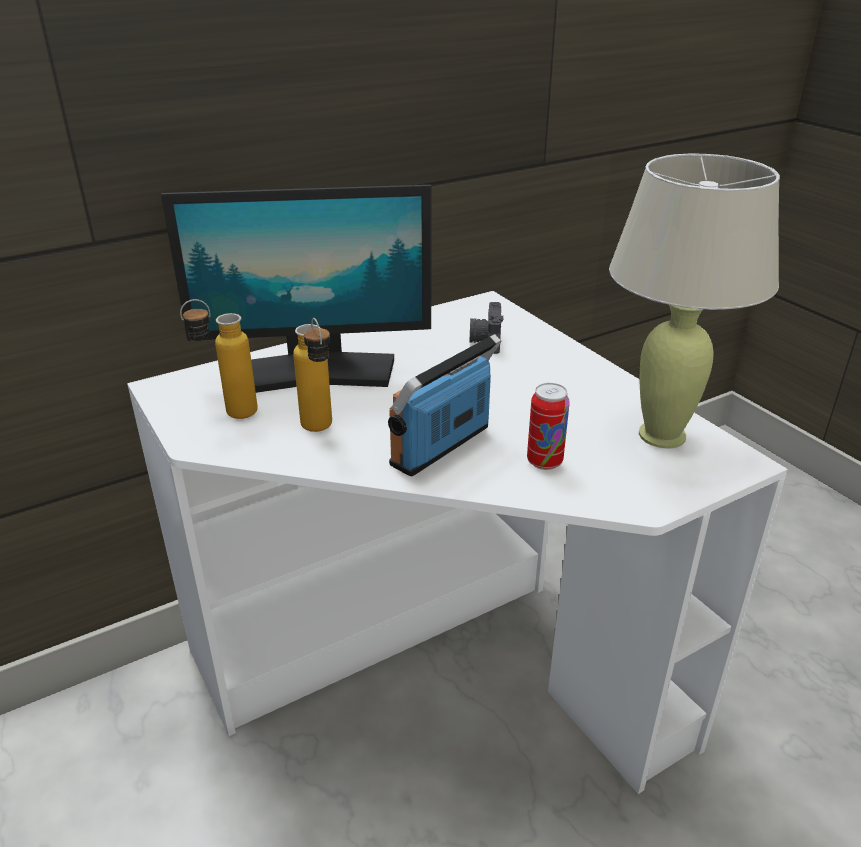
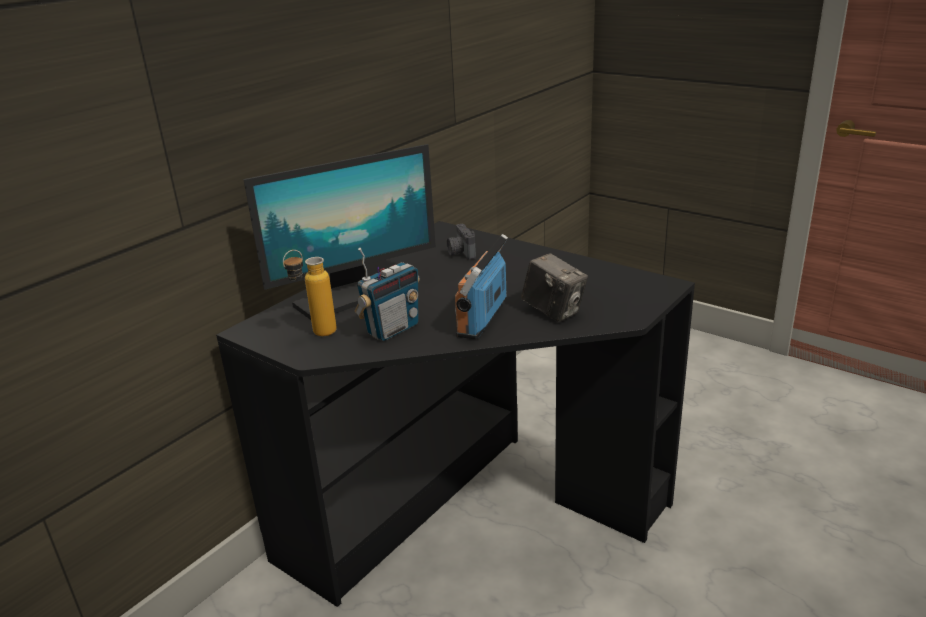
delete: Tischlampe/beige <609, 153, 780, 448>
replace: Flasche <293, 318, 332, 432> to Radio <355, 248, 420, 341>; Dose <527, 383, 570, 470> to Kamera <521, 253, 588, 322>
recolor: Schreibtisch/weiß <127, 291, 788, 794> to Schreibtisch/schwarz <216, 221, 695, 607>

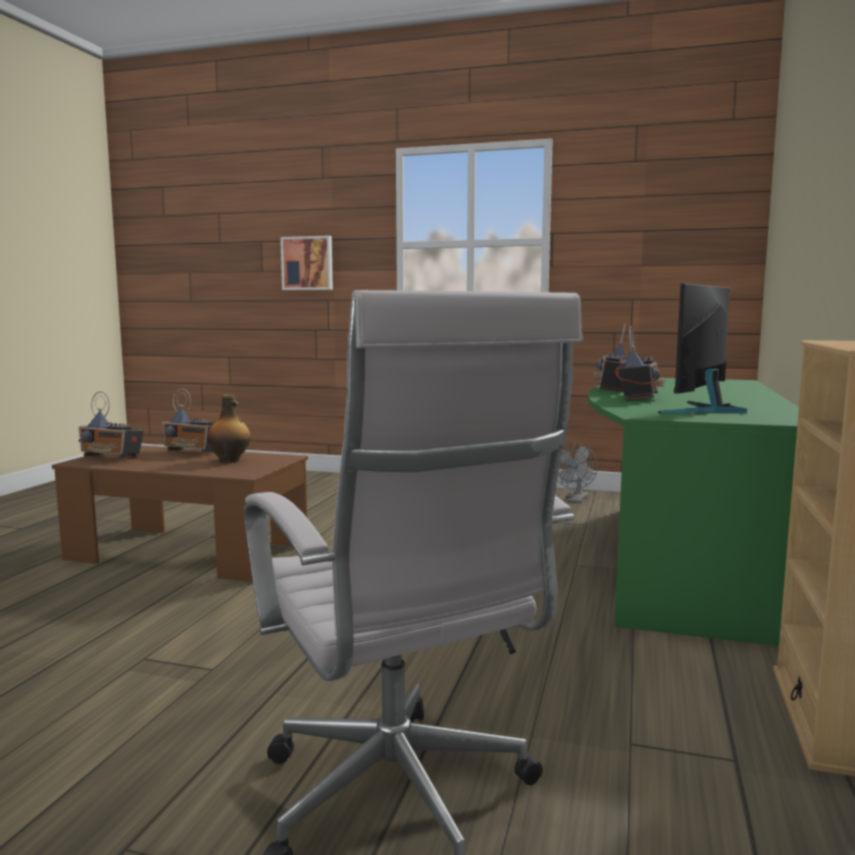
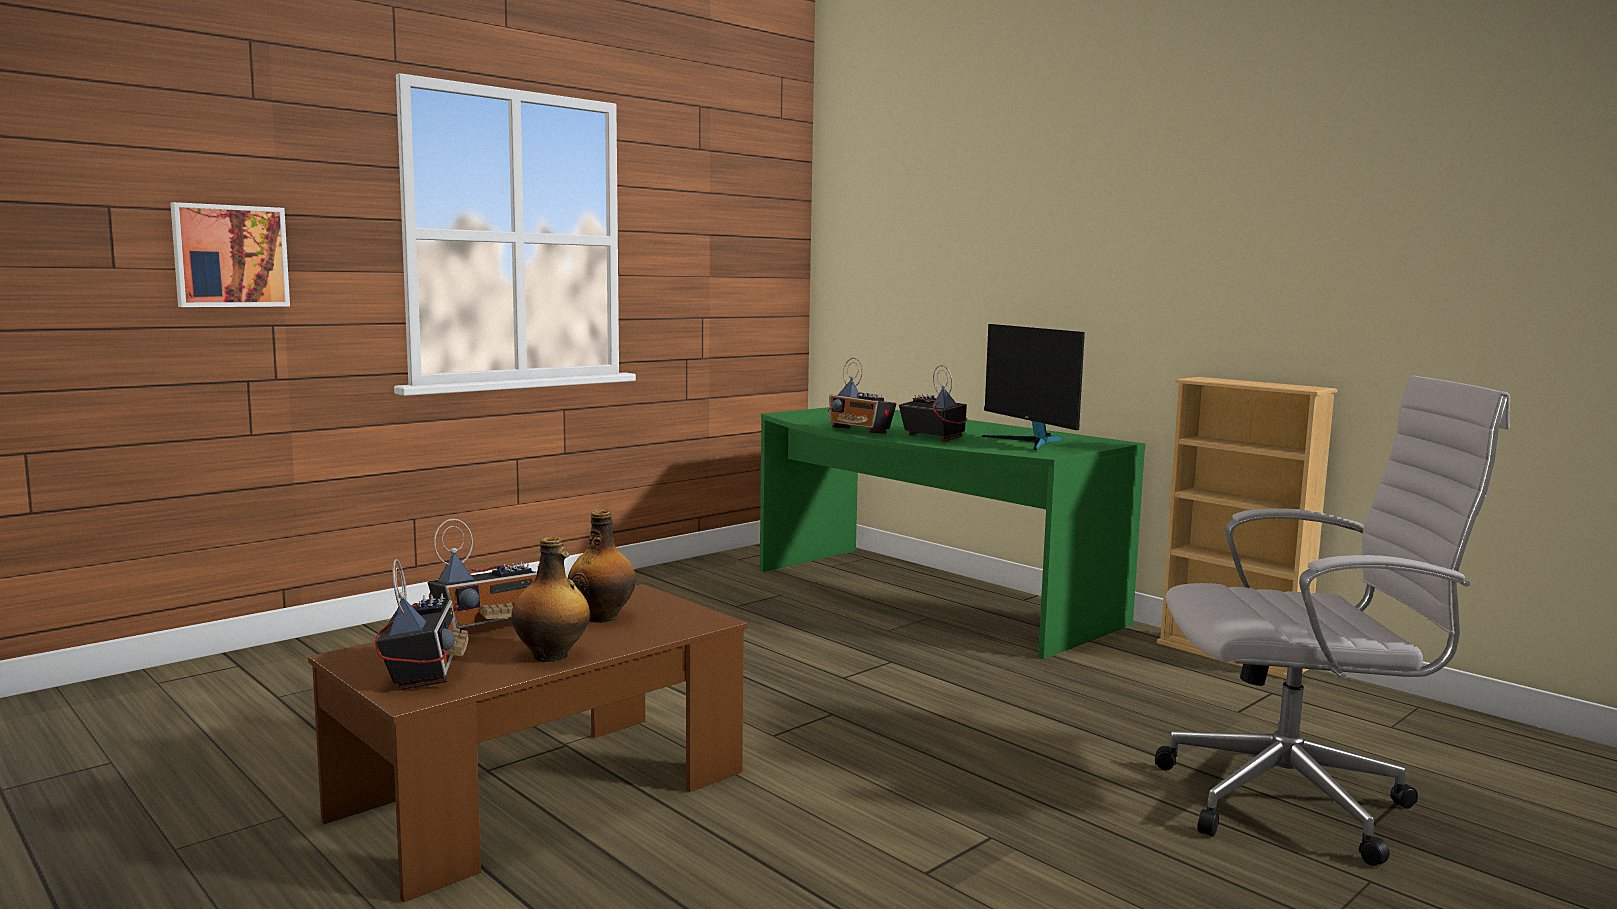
delete: Ventilator/grau <557, 442, 597, 503>
insert: Flasche <511, 536, 590, 662>
rotate: Radio <79, 392, 144, 459> = <375, 559, 469, 690> 60 degrees counterclockwise

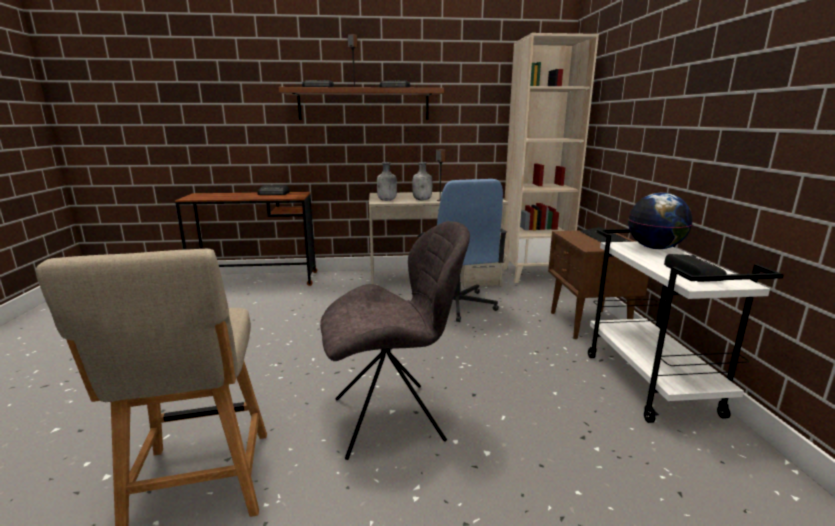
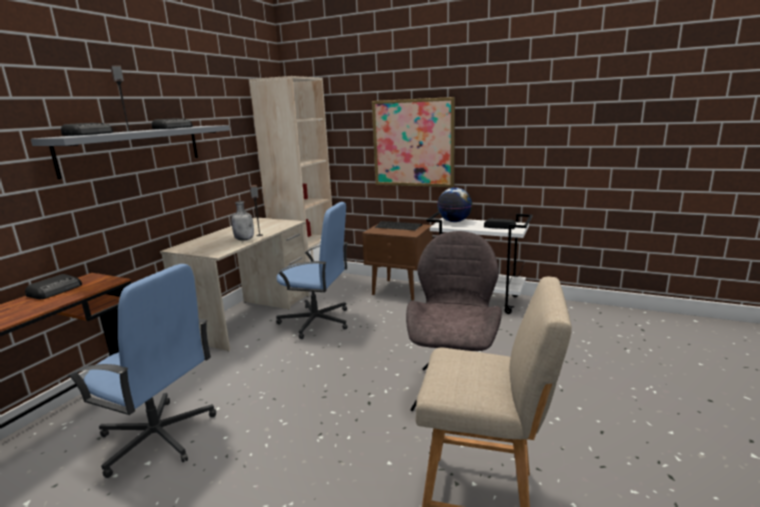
delete: Flasche/grau <377, 162, 397, 201>
insert: Bürostuhl/blau <67, 264, 216, 478>; Bild <372, 97, 455, 187>
recolor: Wandregal/braun <279, 87, 444, 120> to Wandregal/grau <31, 125, 230, 179>

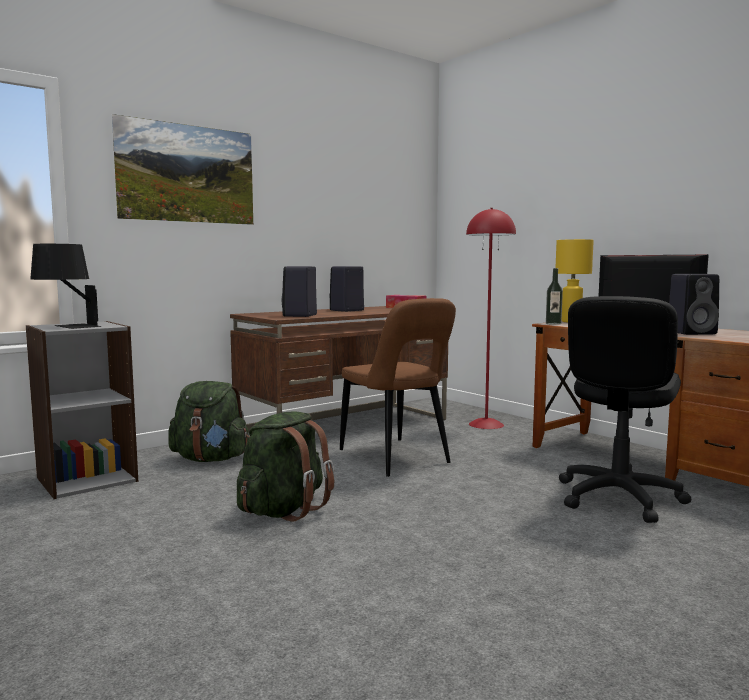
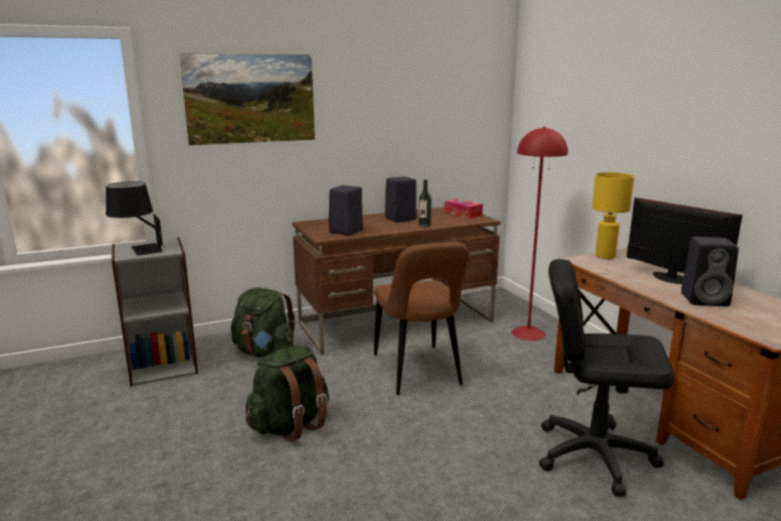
move: Flasche <546, 268, 563, 325> to <418, 180, 432, 228>
rotate: Bürostuhl/schwarz <559, 296, 692, 523> = <539, 259, 674, 497> 60 degrees clockwise

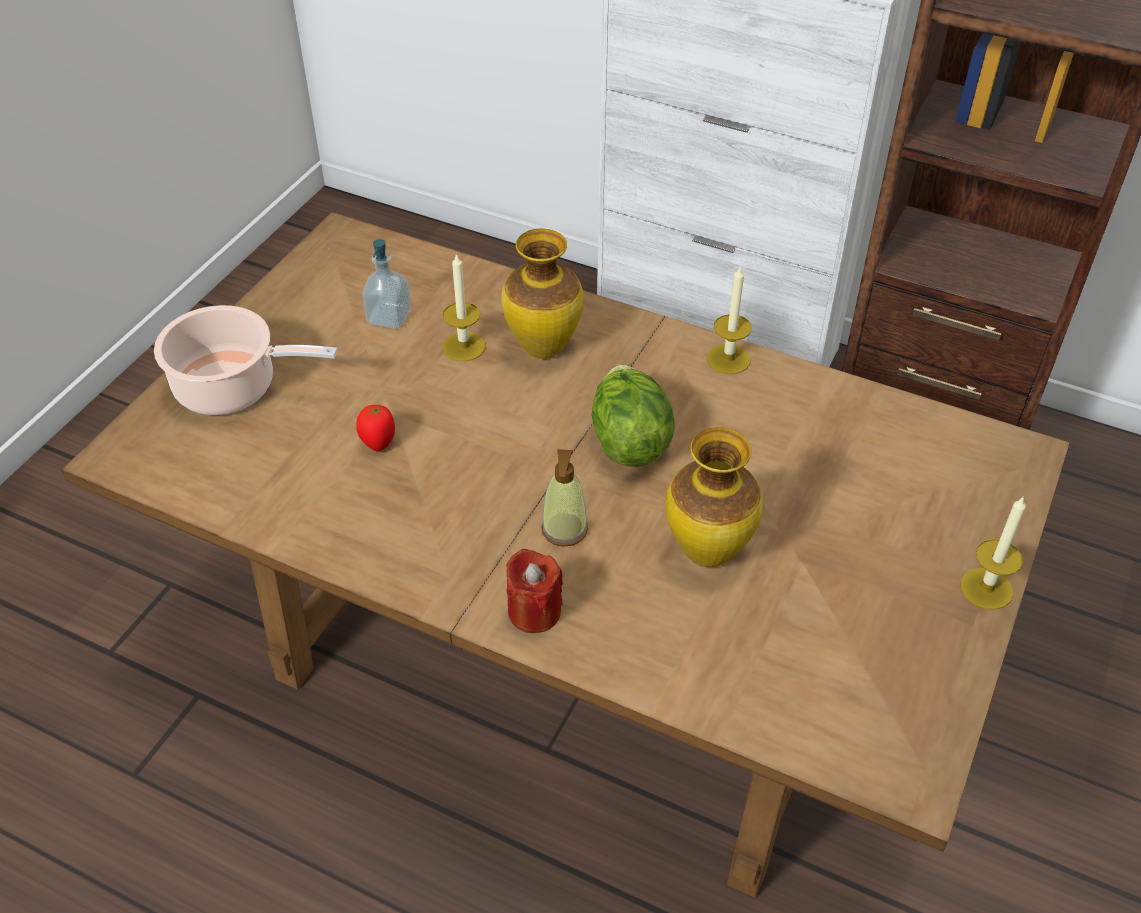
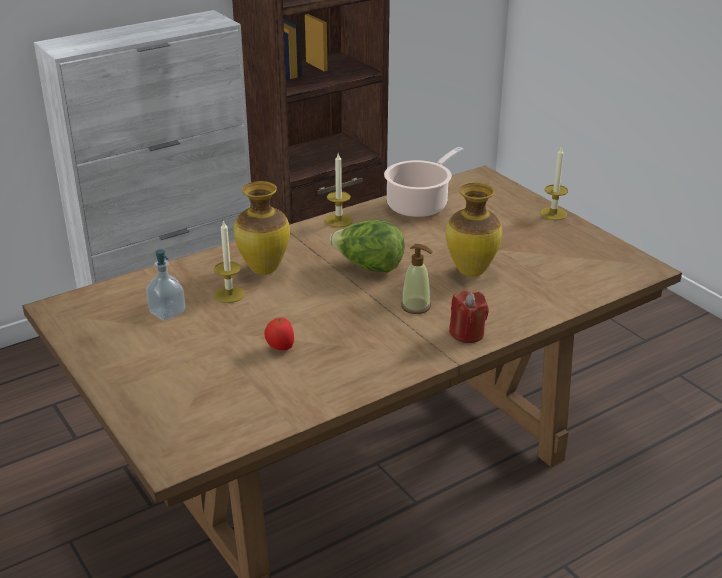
move: Kochtopf <154, 305, 338, 415> to <384, 147, 463, 217>

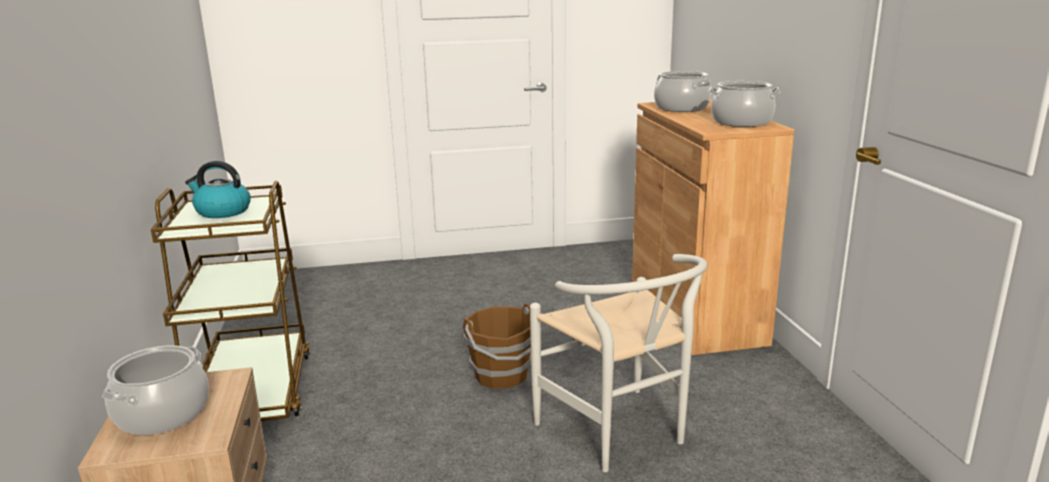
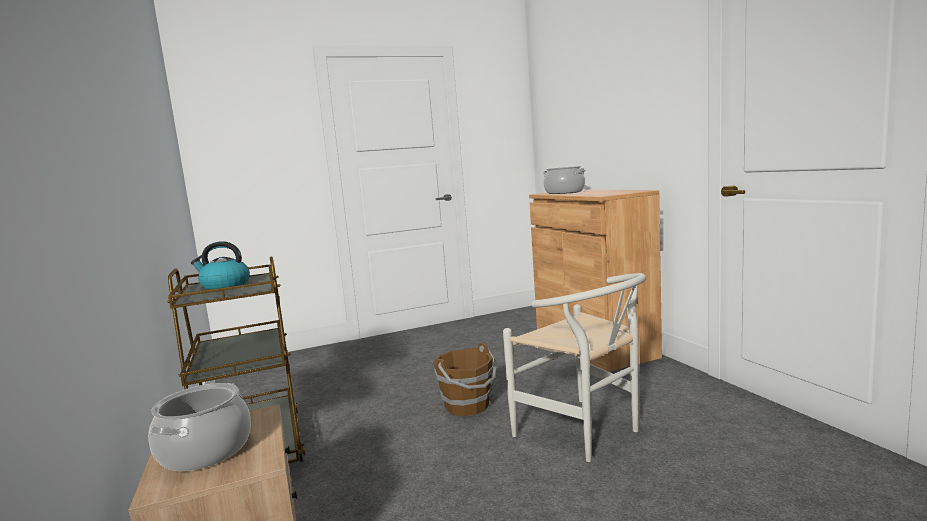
delete: Kochtopf <709, 81, 780, 127>

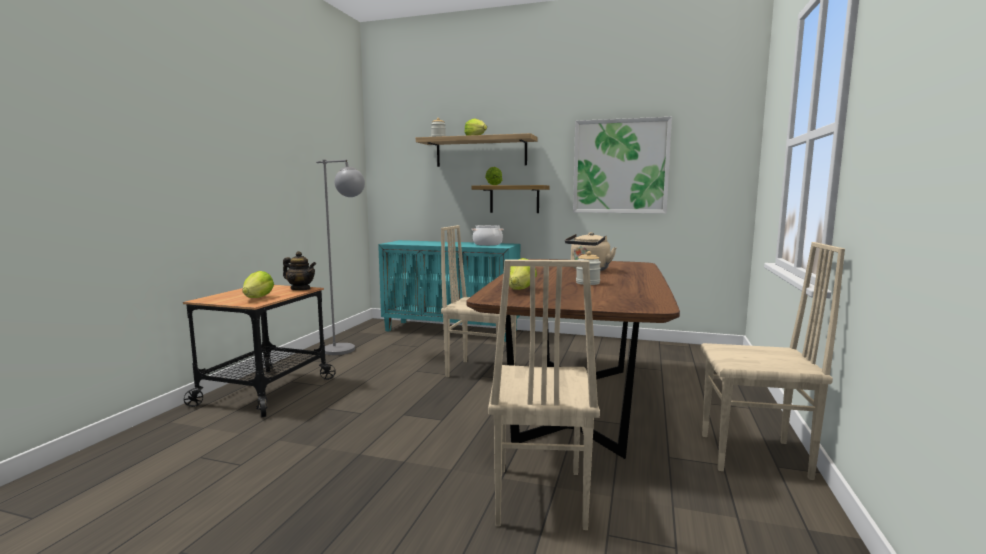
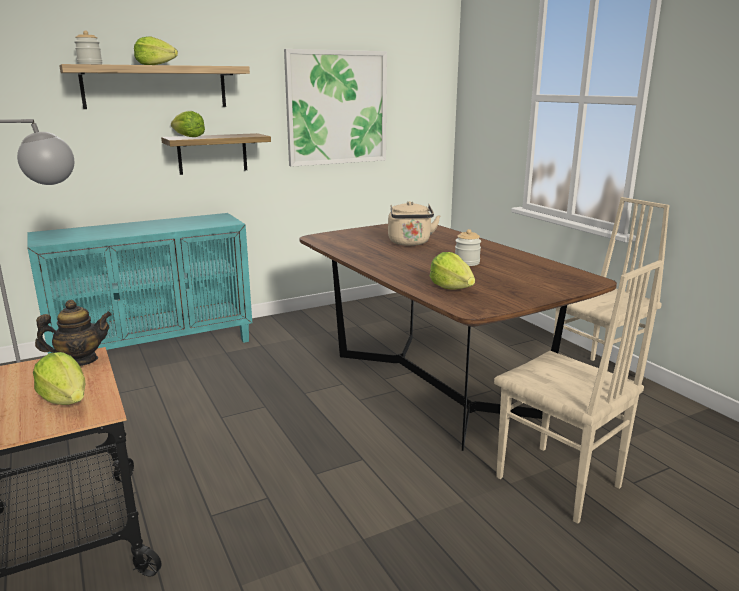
delete: Stuhl/beige <441, 225, 516, 377>; Kochtopf <471, 225, 504, 246>

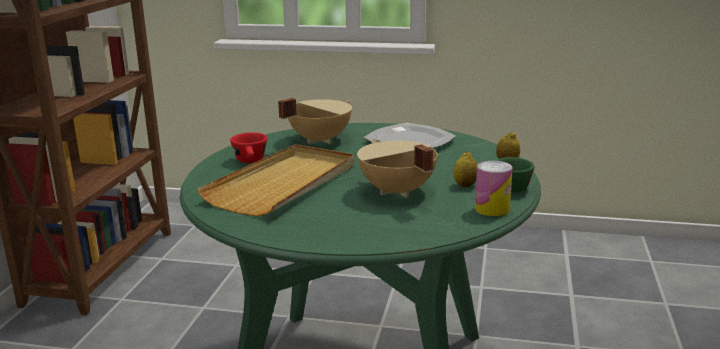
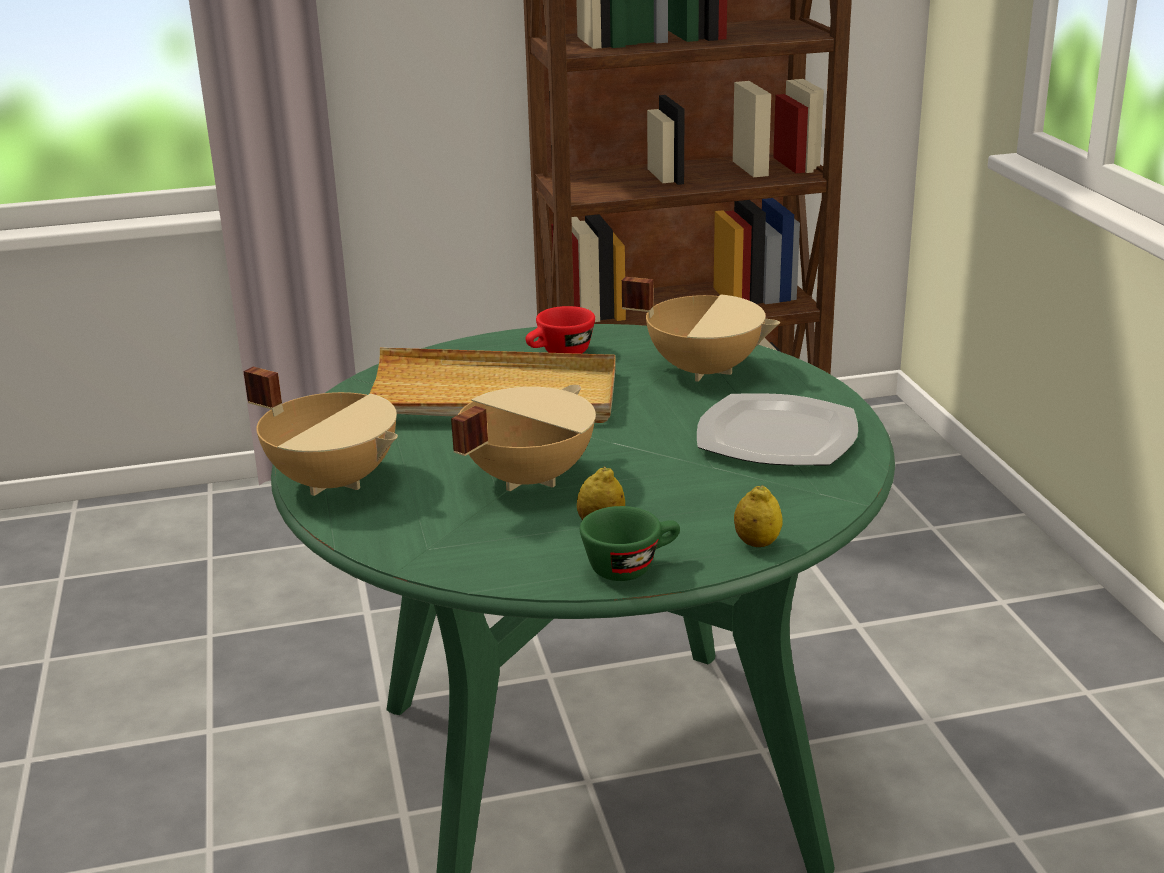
delete: Dose <475, 161, 512, 217>
insert: Kochtopf/beige <243, 367, 398, 496>

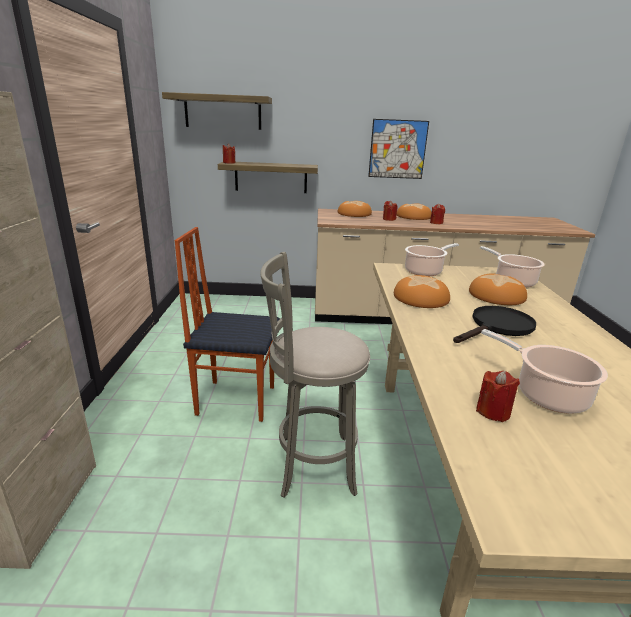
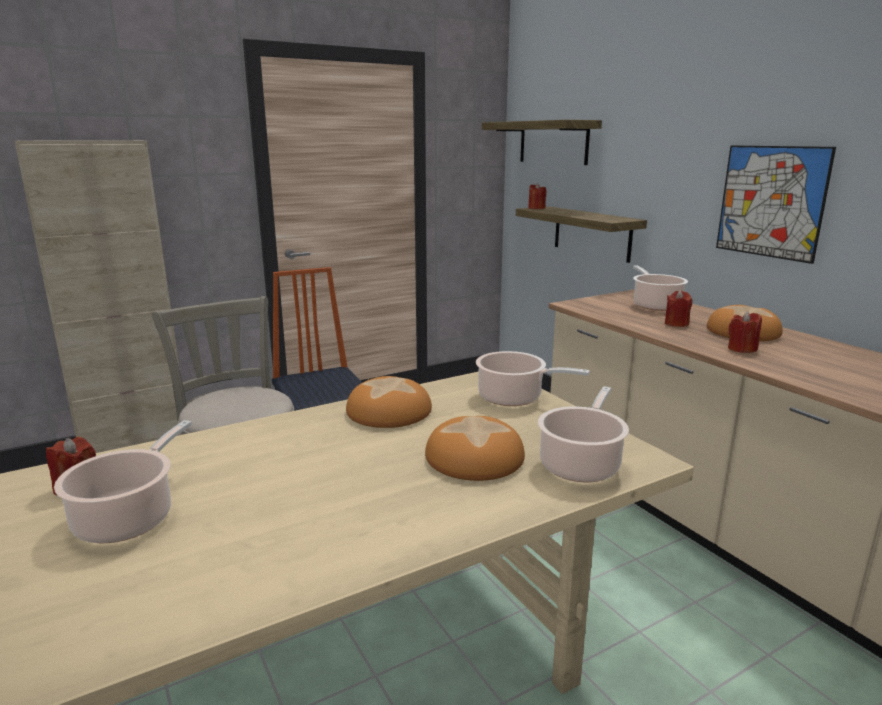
delete: Pfanne/schwarz <453, 306, 536, 343>
replace: Brot <338, 201, 372, 217> to Kochtopf <633, 266, 688, 311>

